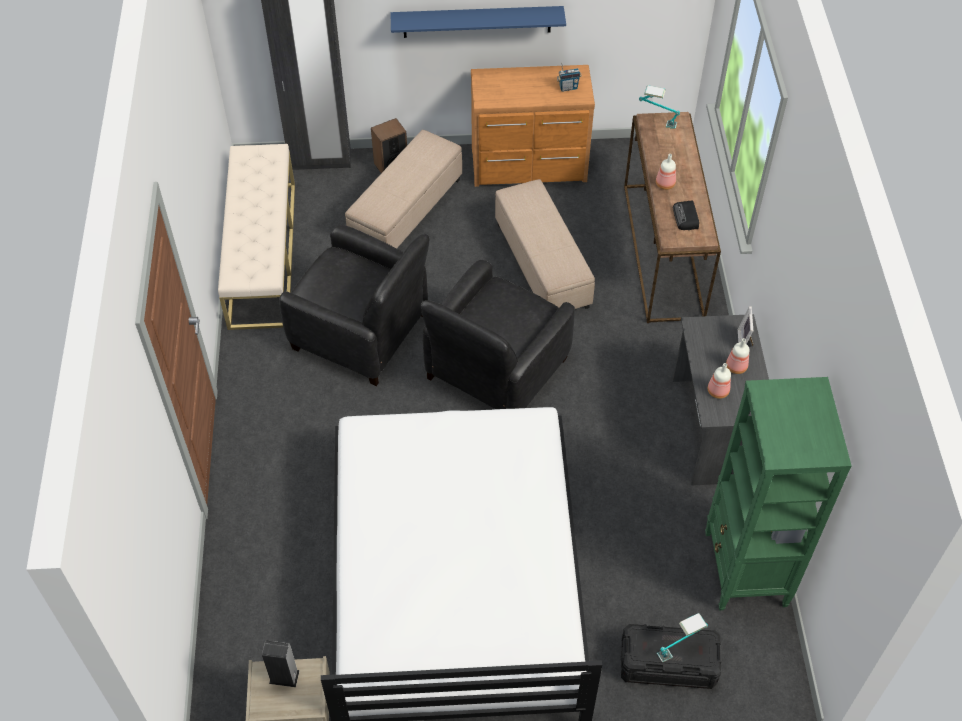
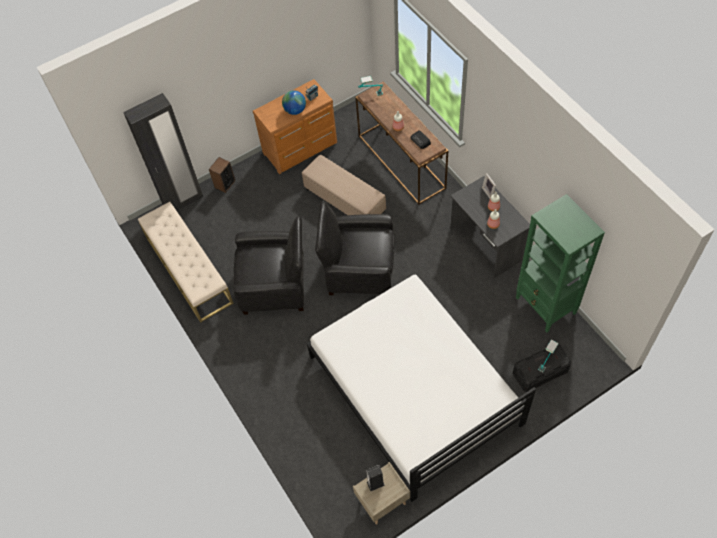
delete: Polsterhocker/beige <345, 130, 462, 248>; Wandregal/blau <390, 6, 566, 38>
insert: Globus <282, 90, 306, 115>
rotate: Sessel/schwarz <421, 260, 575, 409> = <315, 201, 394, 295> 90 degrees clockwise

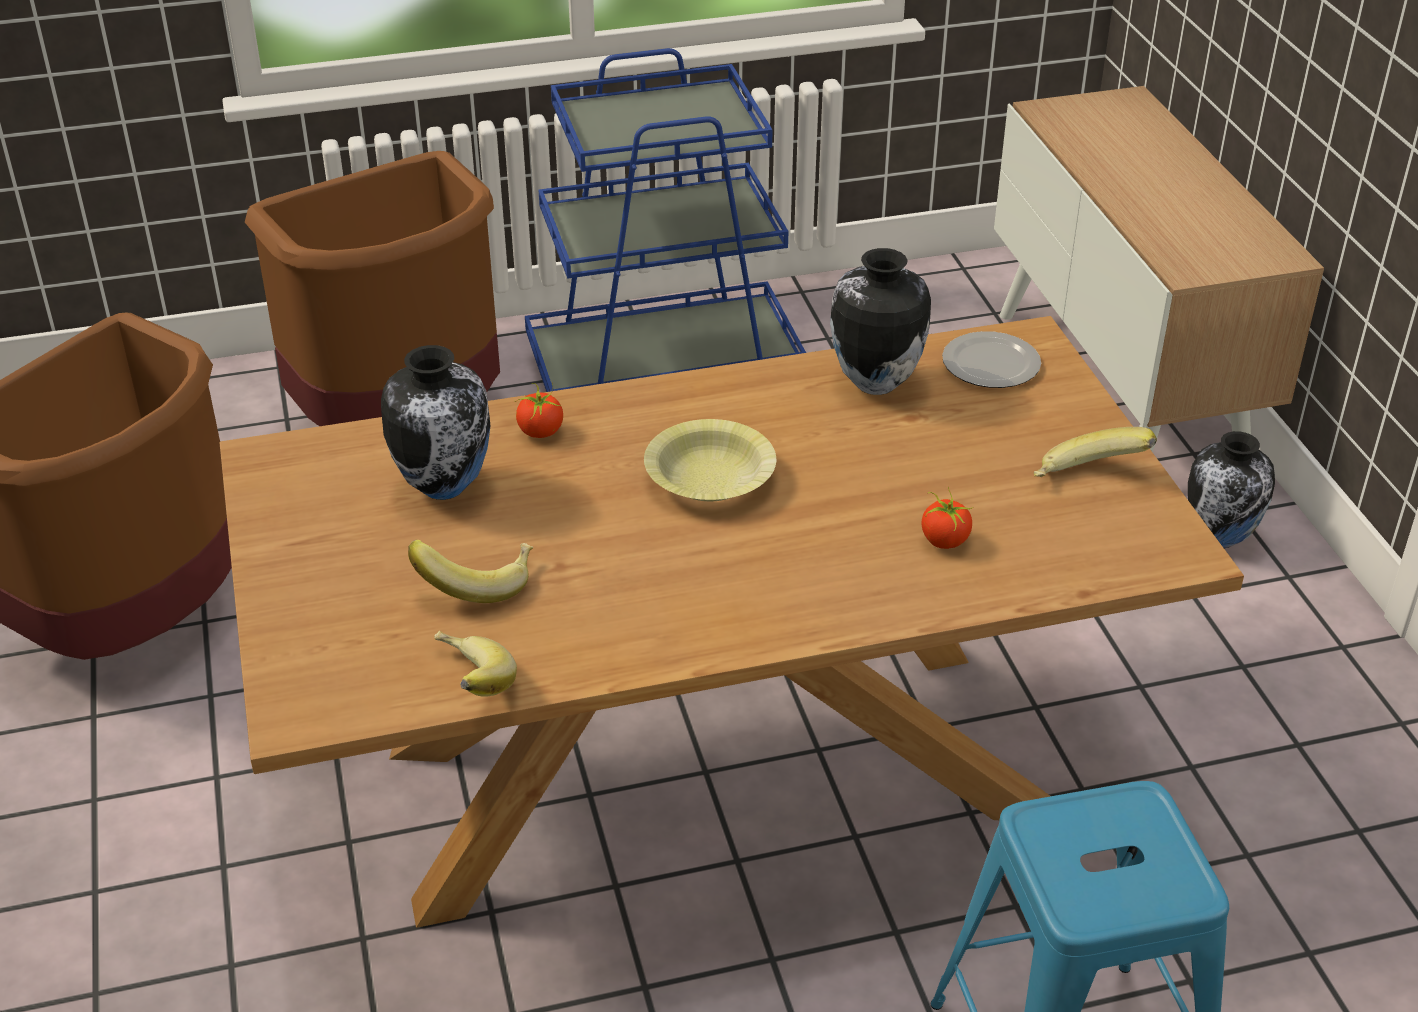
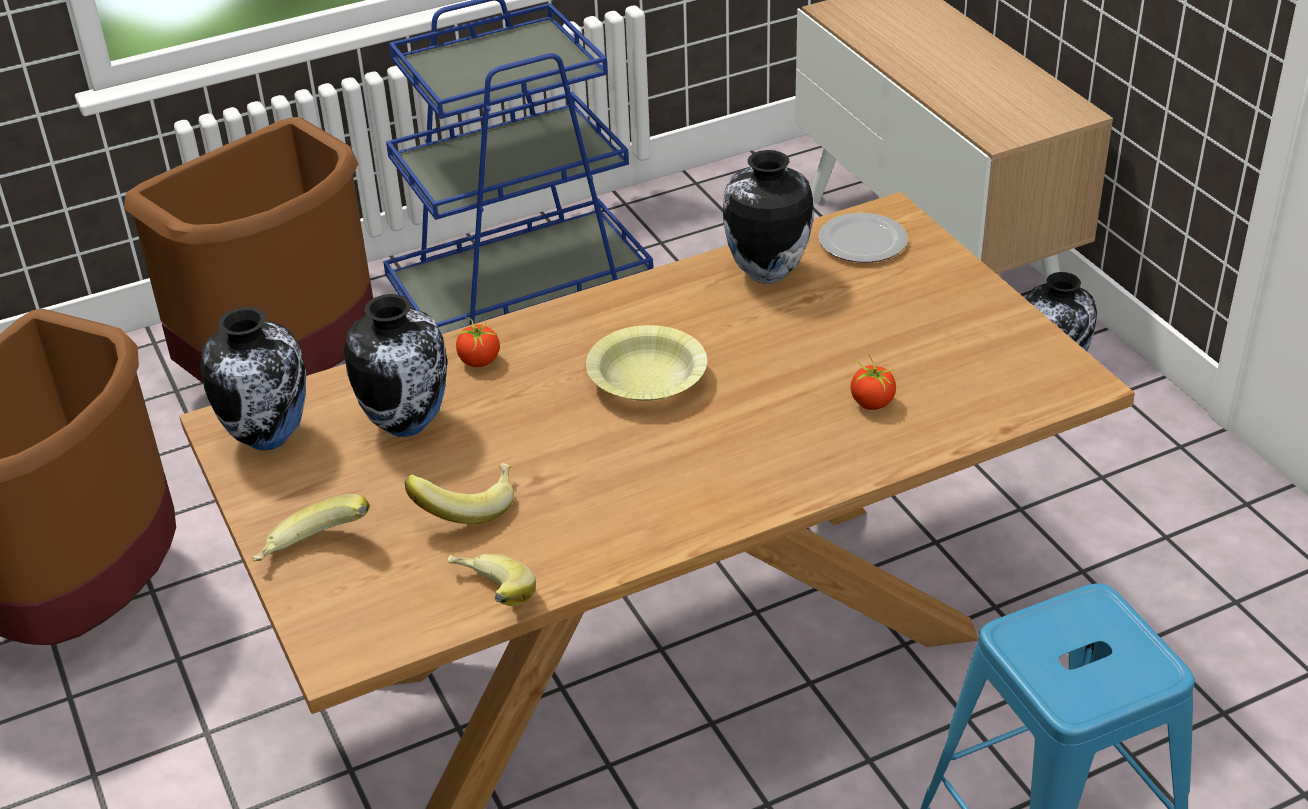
insert: Vase <200, 307, 306, 450>
move: Banane <1034, 427, 1157, 477> to <252, 494, 370, 561>

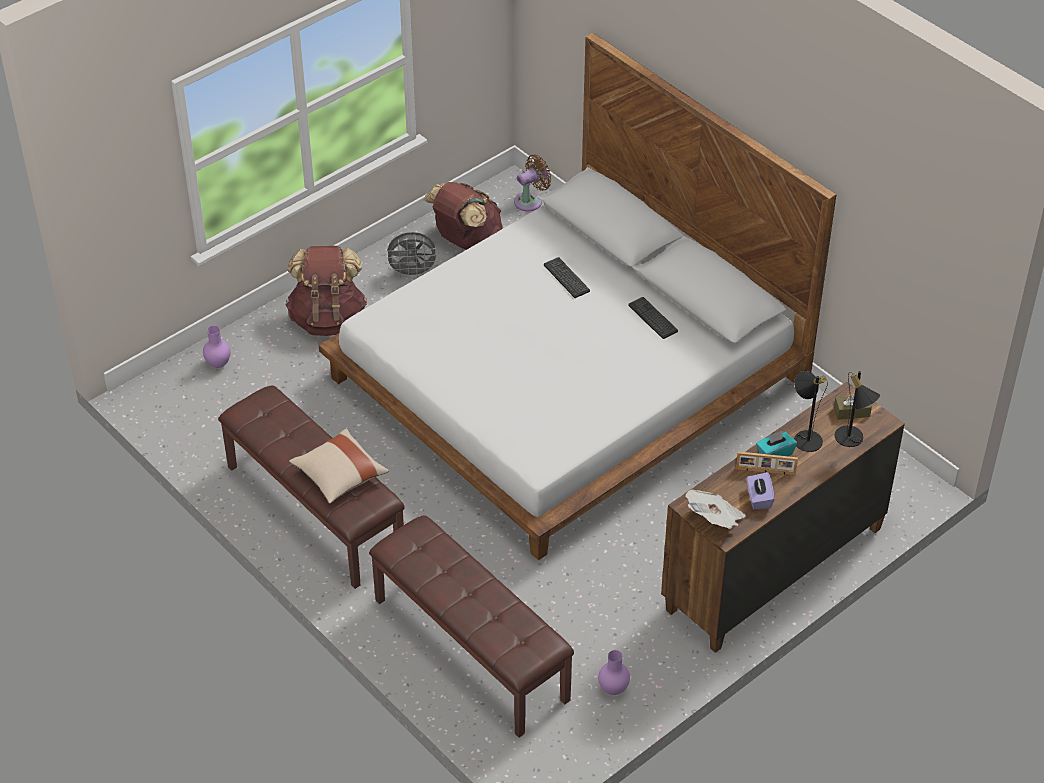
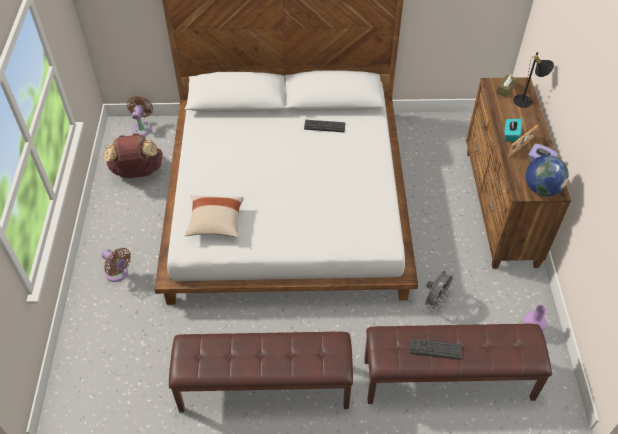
delete: Vase/lila <203, 326, 231, 368>; Tischlampe/schwarz <794, 371, 828, 452>
move: Kissen/beige <289, 428, 389, 504> to <185, 196, 243, 238>; Ventilator/grau <385, 232, 439, 278> to <425, 271, 456, 312>; Tastatur <544, 257, 590, 298> to <410, 338, 462, 360>
replace: Rucksack/braun <285, 246, 367, 336> to Ventilator/braun <102, 248, 131, 282>; Zeitung <685, 490, 746, 529> to Globus <526, 155, 569, 196>

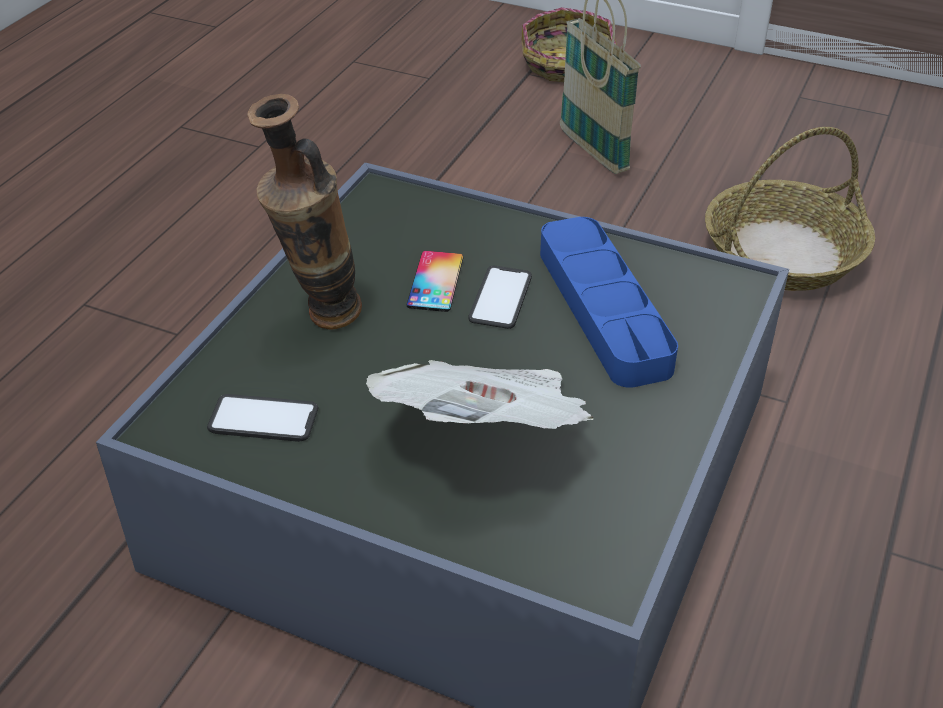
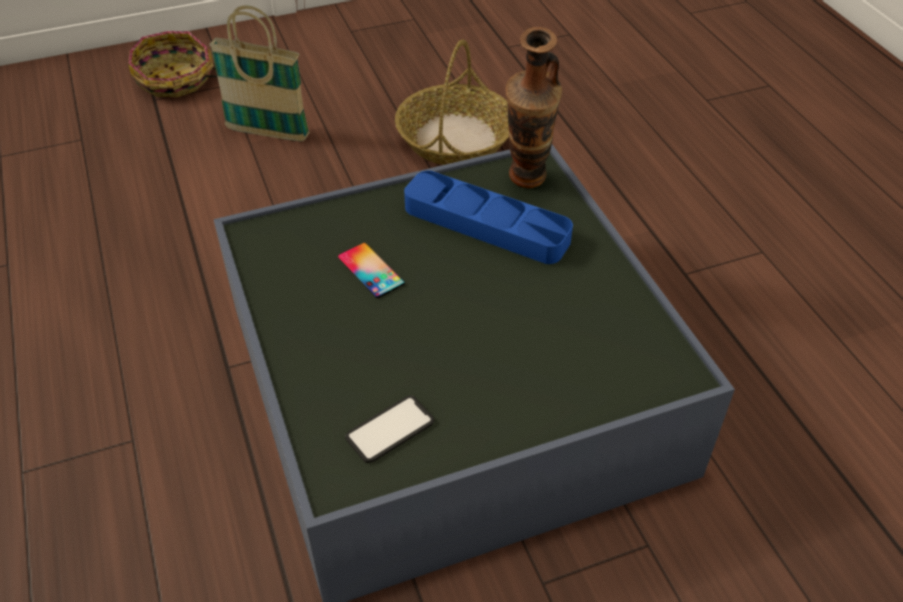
delete: Zeitung <366, 360, 594, 429>; Handy <468, 266, 532, 329>
move: Vase <247, 94, 362, 330> to <506, 27, 563, 188>

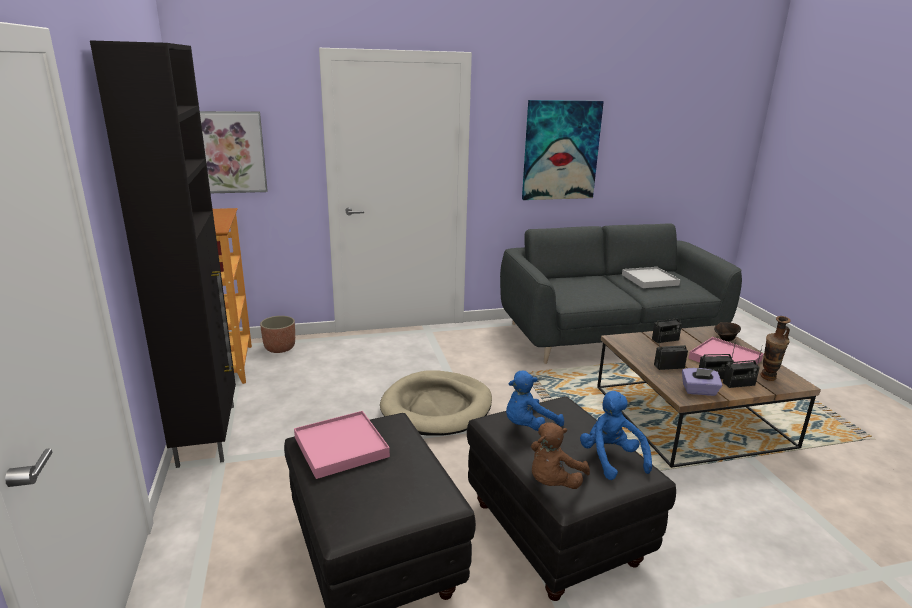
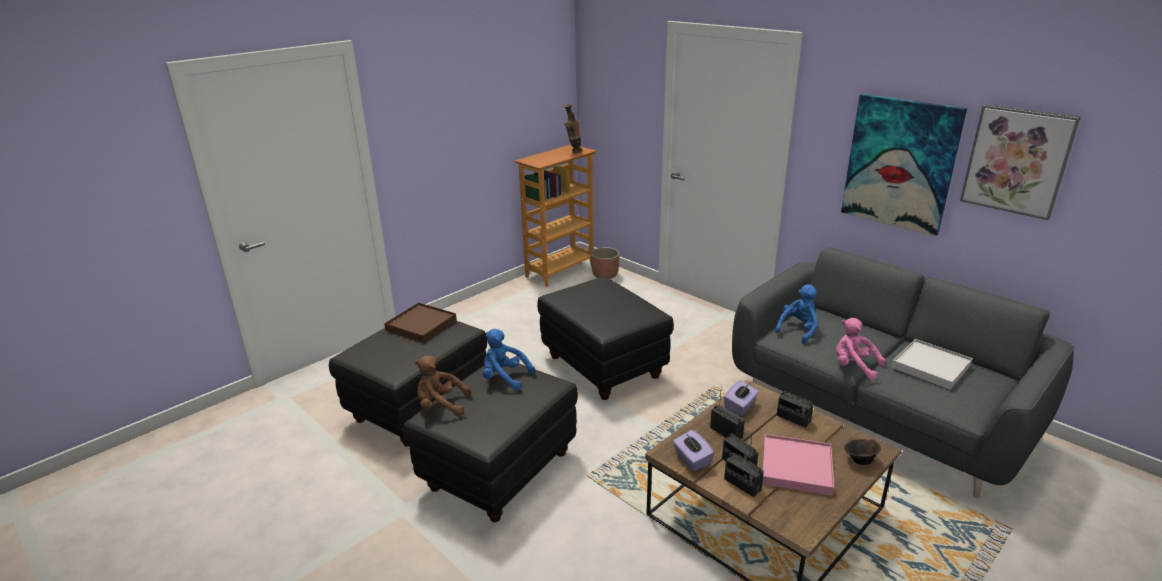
delete: Schrank/schwarz <90, 40, 236, 468>
insert: Taschentuchbox/lila <724, 380, 759, 416>; Plüschtier/rosa <836, 318, 886, 380>
move: Bild <200, 111, 268, 193> to <960, 104, 1080, 220>; Plüschtier/blau <580, 391, 652, 480> to <775, 284, 818, 344>; Vase <760, 316, 791, 381> to <564, 104, 582, 154>
replace: Hundebett/beige <380, 370, 492, 436> to Polsterhocker/schwarz <537, 277, 674, 400>
recolor: Tablett/rosa <294, 411, 390, 479> to Tablett/braun <384, 302, 457, 342>

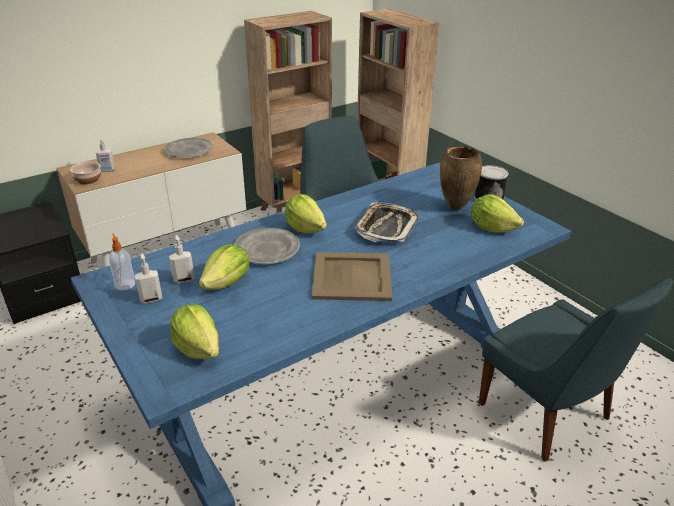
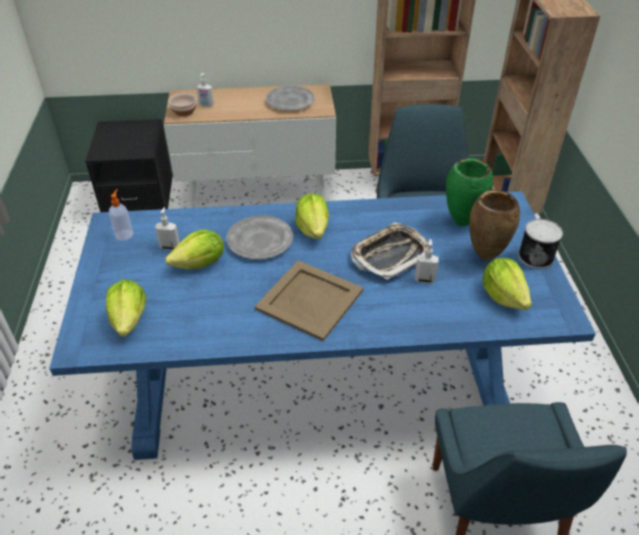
insert: Vase/grün <446, 158, 493, 227>
move: Seifenspender <135, 254, 162, 303> to <415, 239, 439, 283>

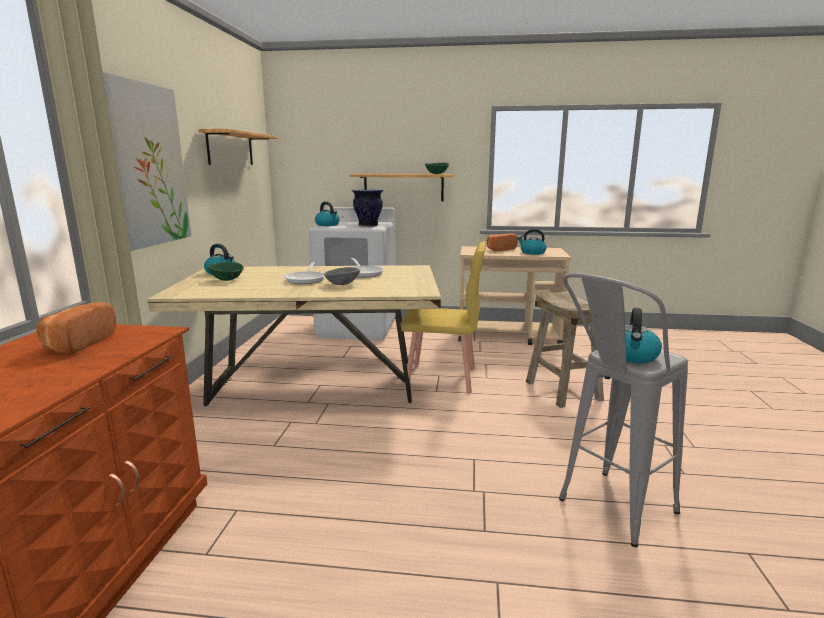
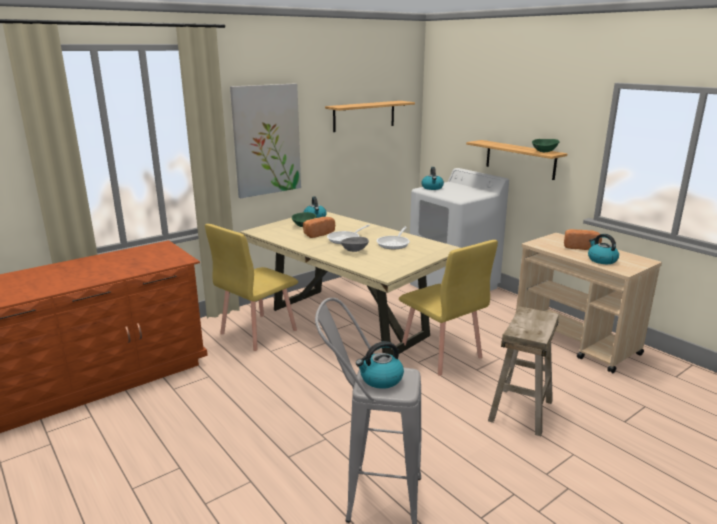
delete: Vase <351, 189, 384, 227>
insert: Stuhl/gelb <205, 224, 298, 351>
move: Brot <36, 302, 116, 354> to <303, 217, 335, 238>

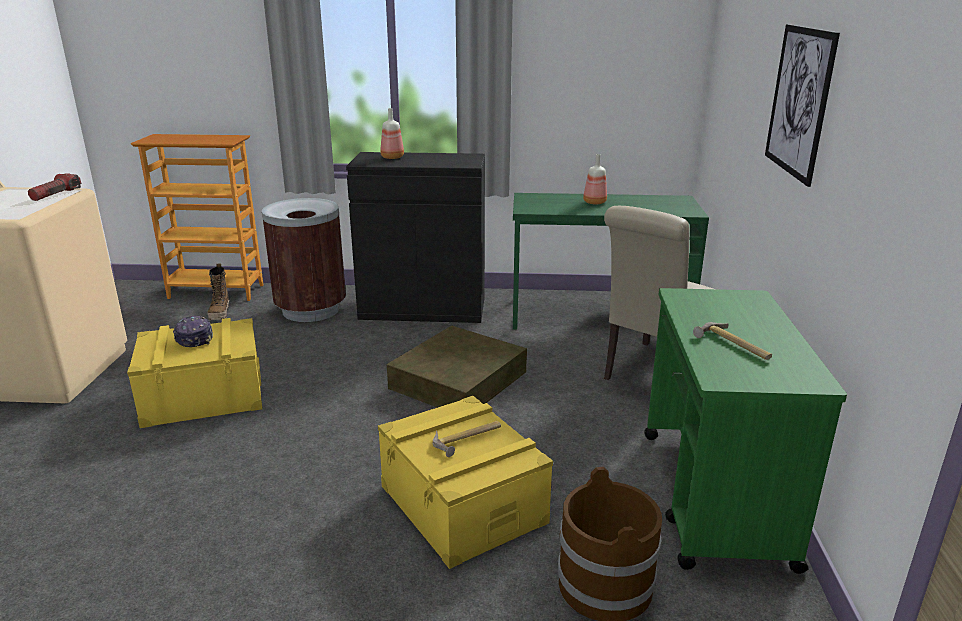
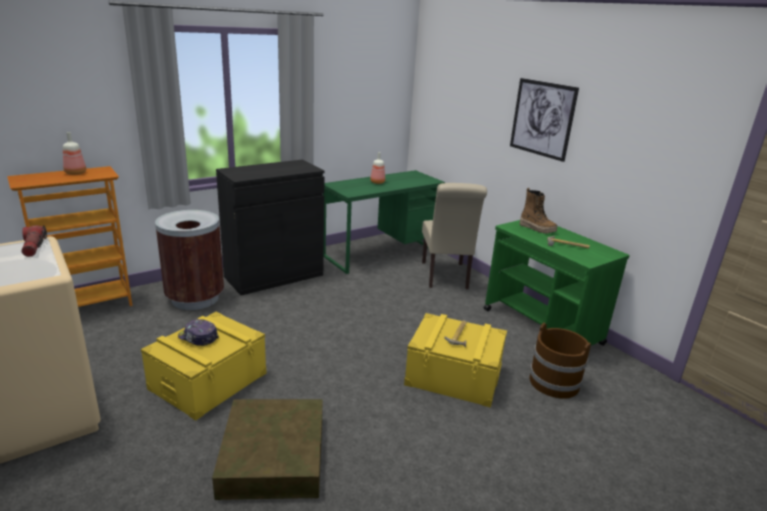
move: Stiefel <207, 264, 229, 320> to <519, 188, 557, 234>; Flasche <380, 108, 404, 159> to <63, 132, 86, 175>; Aufbewahrungsbox/braun <387, 326, 527, 408> to <212, 399, 323, 500>

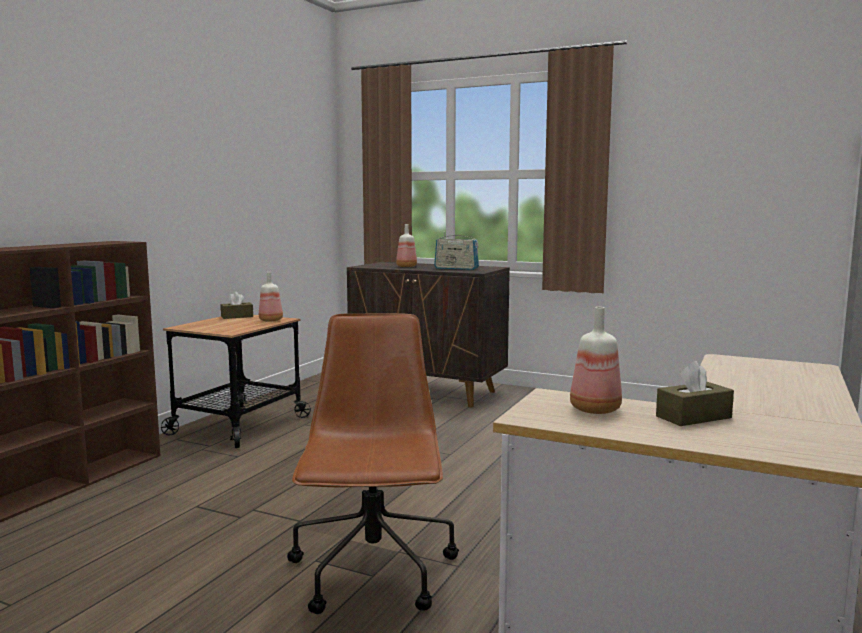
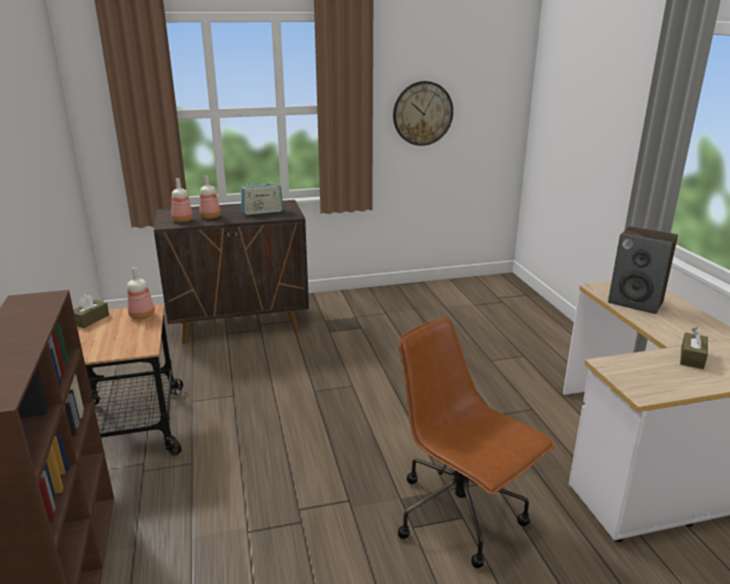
insert: Wanduhr <393, 81, 453, 146>; Lautsprecher <608, 226, 678, 314>
move: Flasche <570, 307, 622, 414> to <171, 178, 193, 222>

